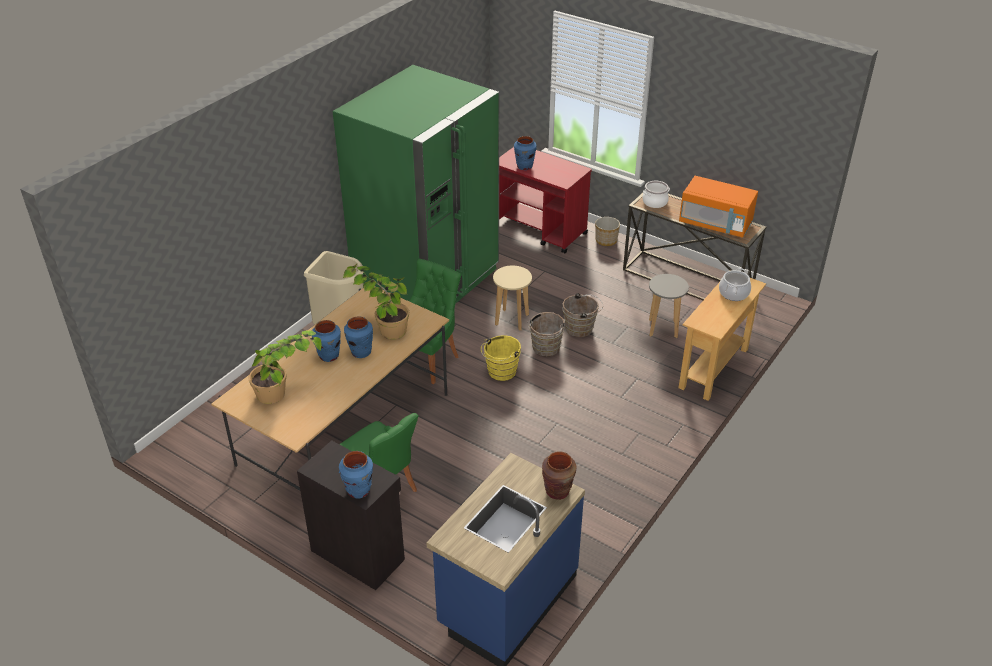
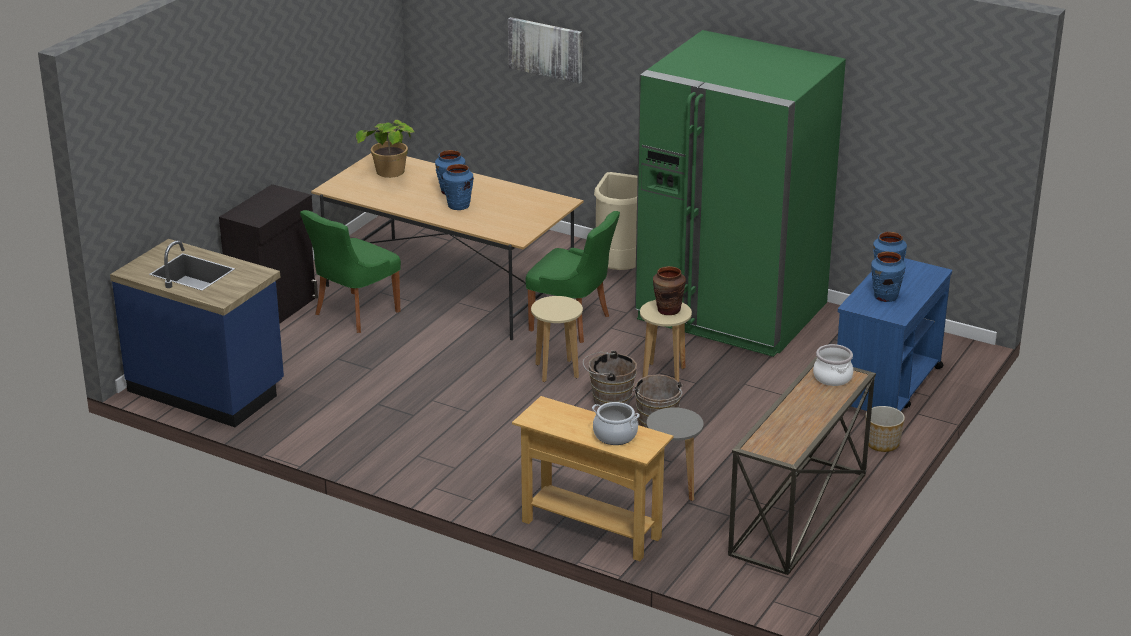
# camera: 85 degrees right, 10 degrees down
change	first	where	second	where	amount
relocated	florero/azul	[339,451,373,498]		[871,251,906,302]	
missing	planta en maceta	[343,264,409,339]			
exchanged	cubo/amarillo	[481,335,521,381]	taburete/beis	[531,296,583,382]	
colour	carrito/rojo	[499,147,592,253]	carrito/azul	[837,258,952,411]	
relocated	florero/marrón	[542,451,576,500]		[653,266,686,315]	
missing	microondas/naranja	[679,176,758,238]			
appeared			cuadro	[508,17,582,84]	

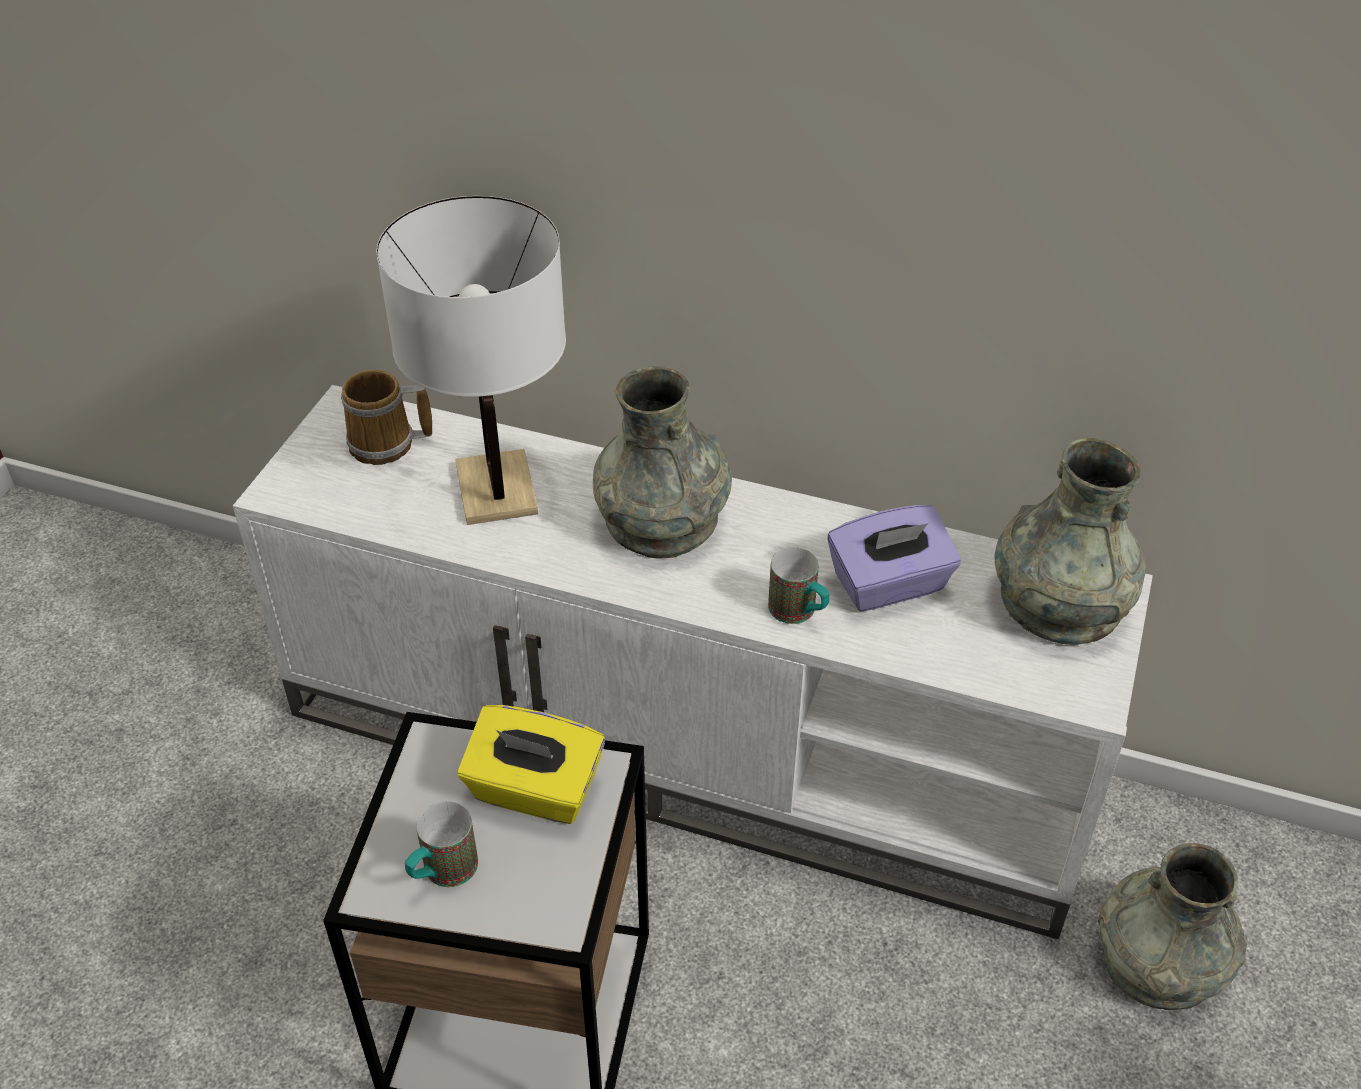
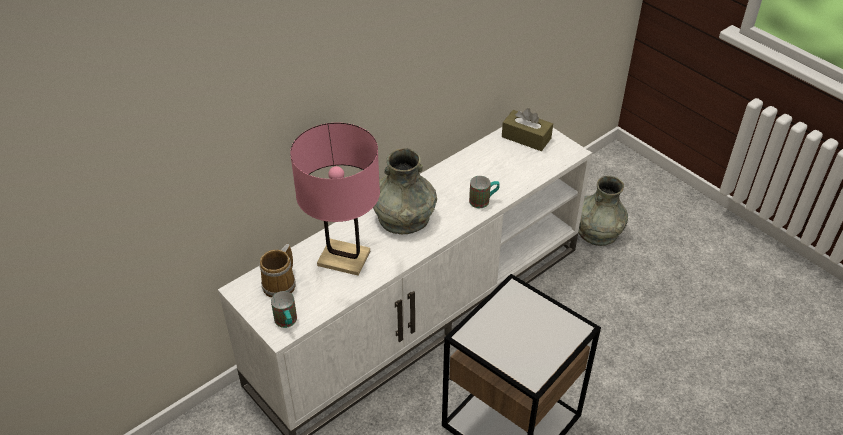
# camera: 60 degrees left, 0 degrees up
change	first	where	second	where	amount
colour	lámpara de mesa/blanco	[376,196,566,525]	lámpara de mesa/rosa	[290,123,380,276]	
relocated	taza grande	[405,801,478,887]		[271,291,297,328]	
missing	caja de pañuelos/amarillo	[458,705,605,824]			
missing	caja de pañuelos/morado	[828,505,961,612]			
exchanged	florero/gris	[994,438,1146,645]	caja de pañuelos/marrón	[502,108,553,151]	

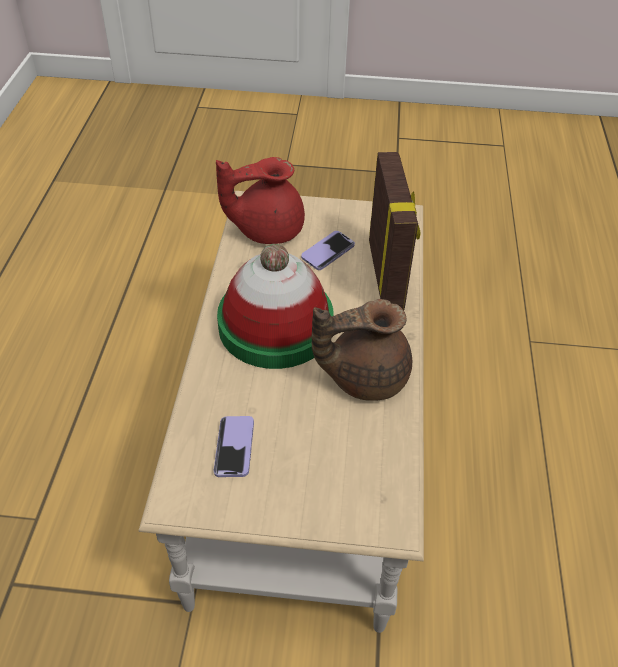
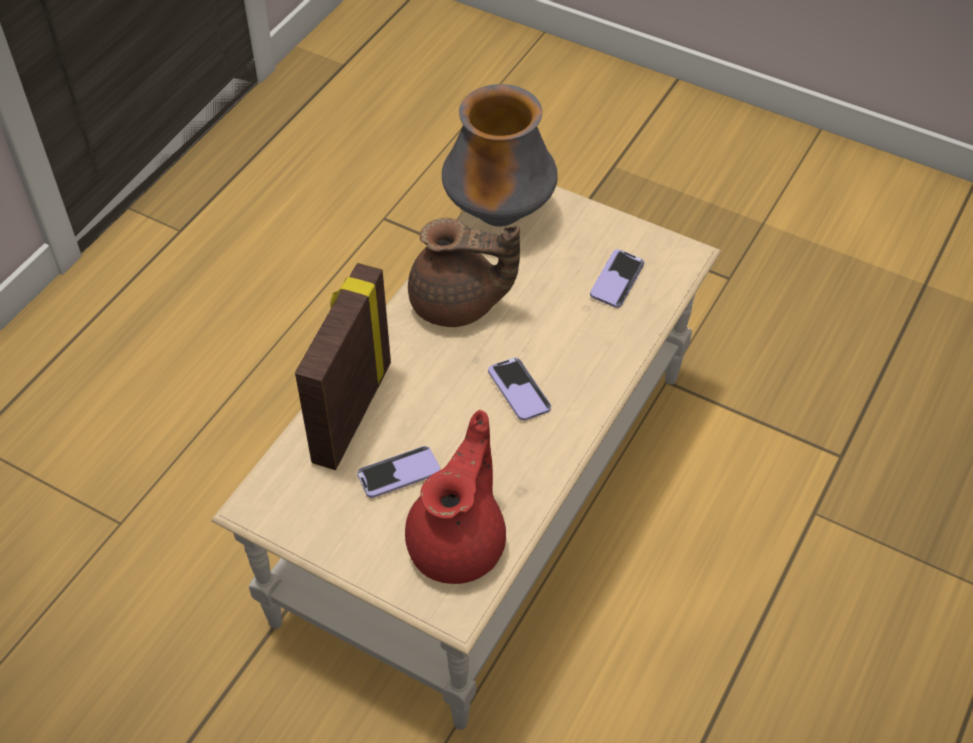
# camera: 155 degrees left, 5 degrees up
change	first	where	second	where	amount
spun	tetera/rojo	[216,157,305,244]		[405,410,506,584]	75 degrees counterclockwise
exchanged	sombrero	[217,244,334,369]	móvil	[488,358,551,421]	
appeared			florero	[442,84,558,227]	

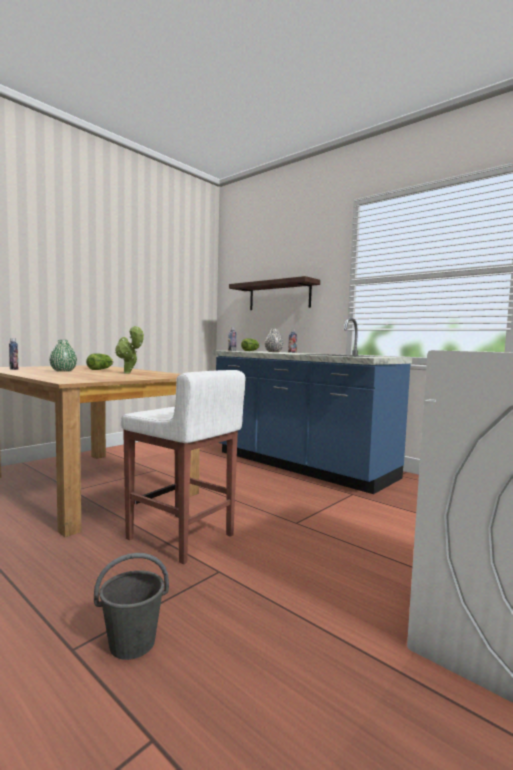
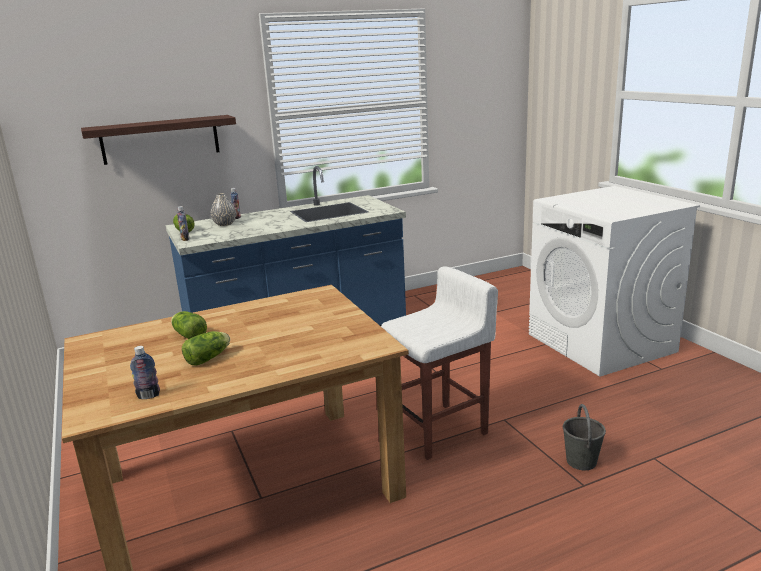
# camera: 65 degrees left, 15 degrees up
change	first	where	second	where	amount
exchanged	florero/verde	[49,340,77,372]	lechuga	[182,331,230,366]	
missing	planta en maceta	[115,326,144,374]			

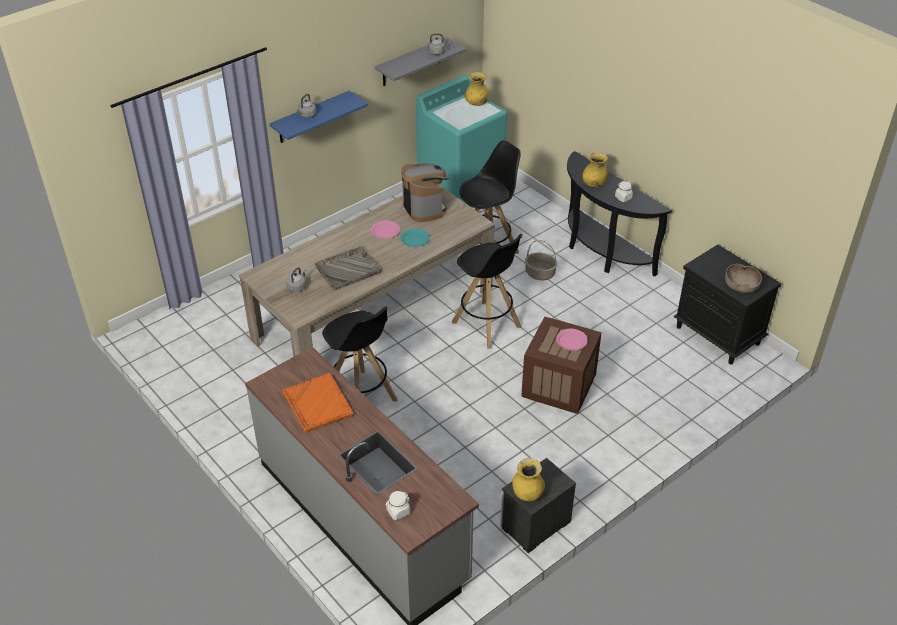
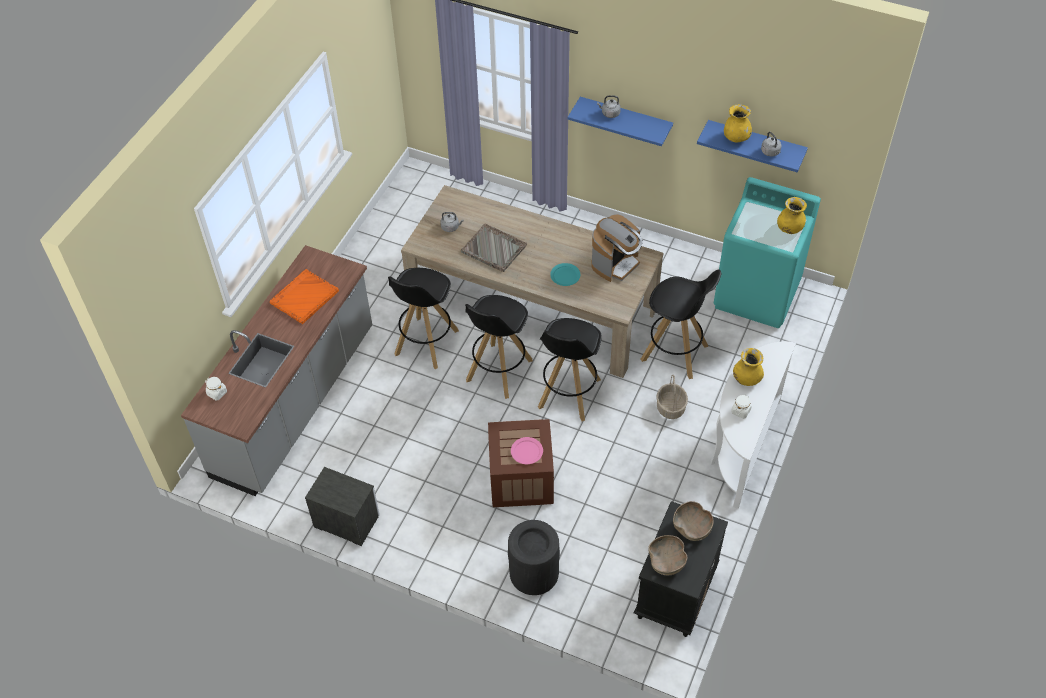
# camera: 65 degrees right, 10 degrees up
change	first	where	second	where	amount
missing	plato/rosa	[371,220,400,239]			
colour	estante/gris	[375,37,466,86]	estante/azul	[697,120,808,172]	
relocated	florero/amarillo	[512,458,545,501]		[724,104,752,142]	
colour	mesa consola/negro	[567,151,672,277]	mesa consola/blanco	[711,342,796,509]	
appeared			taburete/negro	[465,295,533,399]	
appeared			papelera/negro	[508,520,560,595]	
appeared			cuenco/marrón	[673,501,714,541]	

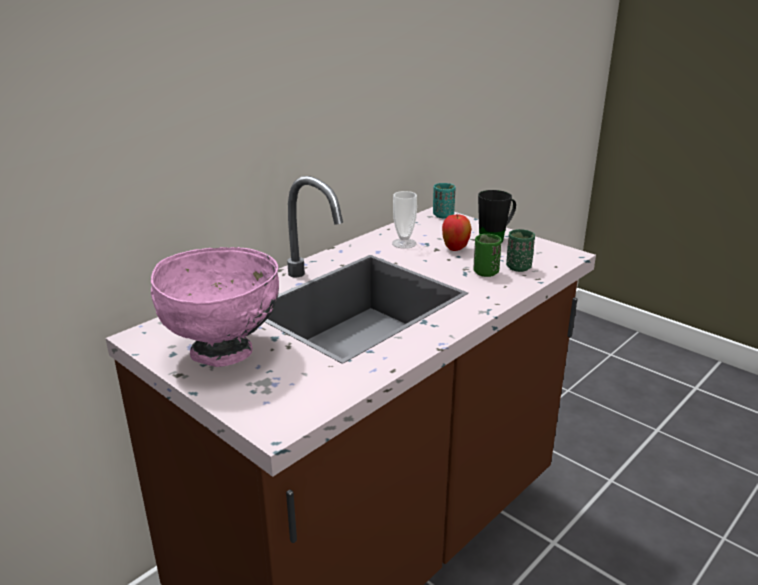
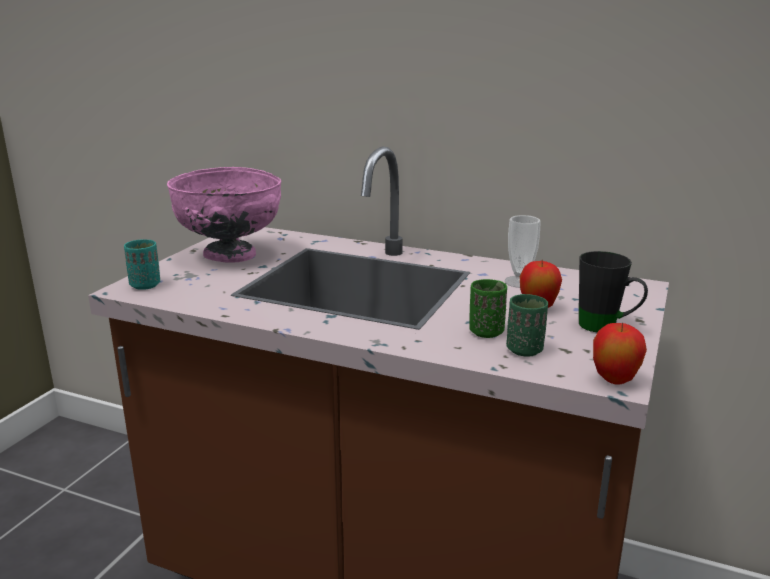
# camera: 70 degrees right, 5 degrees down
change	first	where	second	where	amount
relocated	taza/turquesa	[433,183,456,218]		[124,239,160,290]	
appeared			manzana	[593,323,647,385]	

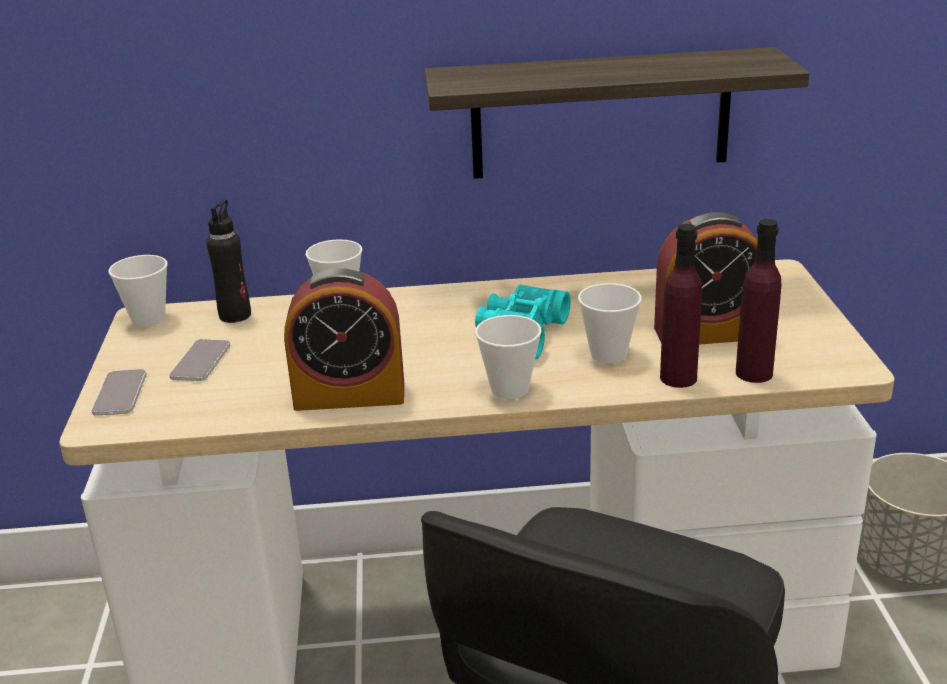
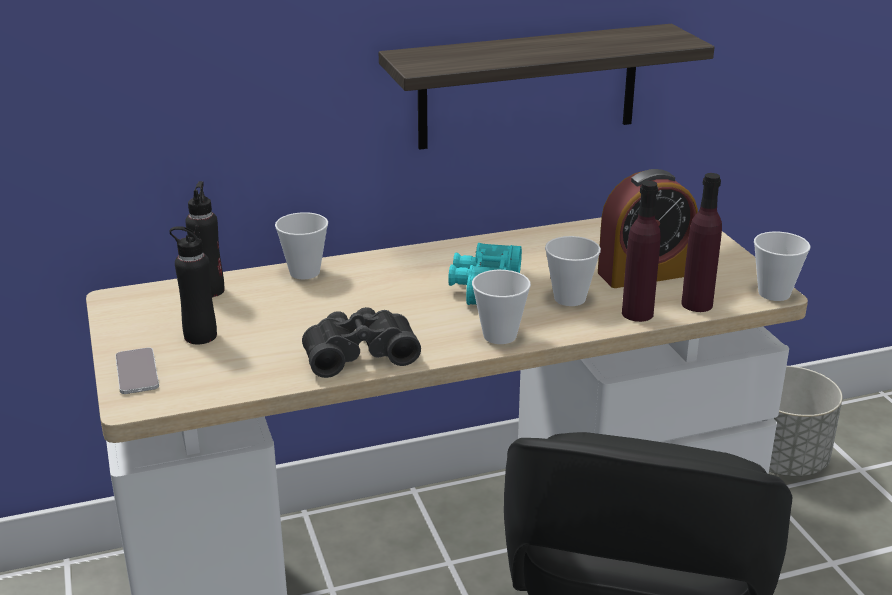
# camera: 15 degrees left, 0 degrees up
change	first	where	second	where	amount
relocated	taza	[108,255,167,327]		[754,231,810,301]	
exchanged	móvil	[169,339,230,381]	botella/negro	[170,225,217,344]	
exchanged	despertador	[284,268,404,411]	prismáticos/negro	[302,307,421,378]	

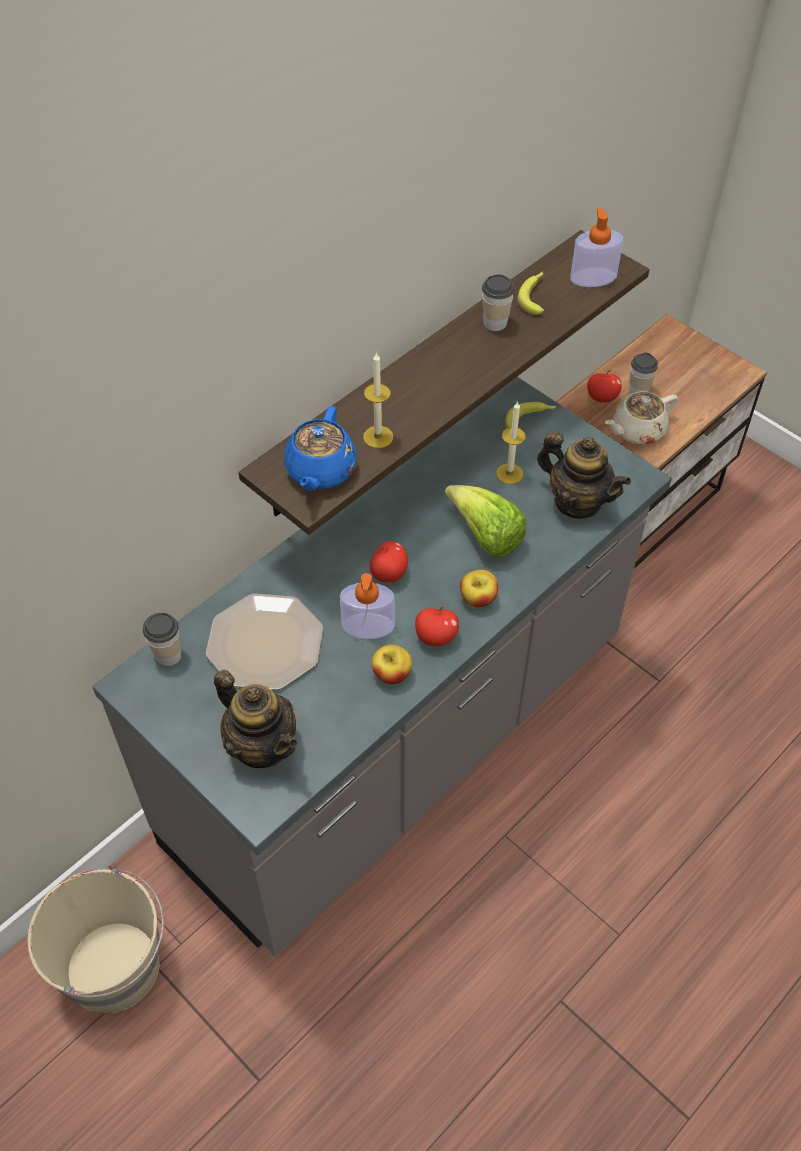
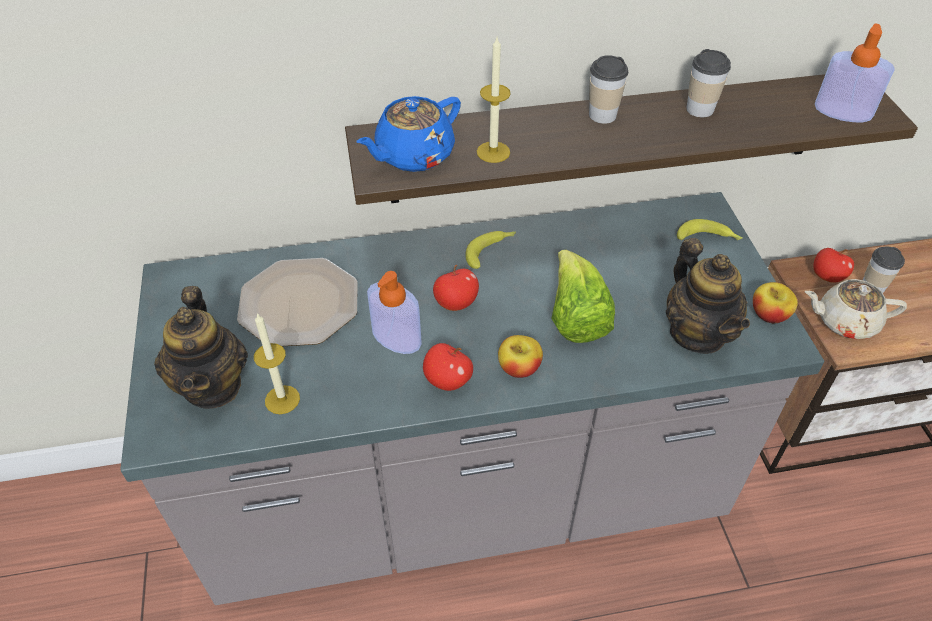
# camera: 35 degrees right, 5 degrees down
change	first	where	second	where	amount
missing	cubo/beis	[28,869,164,1014]			
relocated	taza	[143,613,181,666]		[589,55,628,124]	
relocated	manzana	[372,644,412,684]		[753,282,798,323]	
relocated	vela	[496,401,526,484]		[254,313,300,414]	
relocated	plátano	[517,271,544,315]		[466,231,516,269]	

